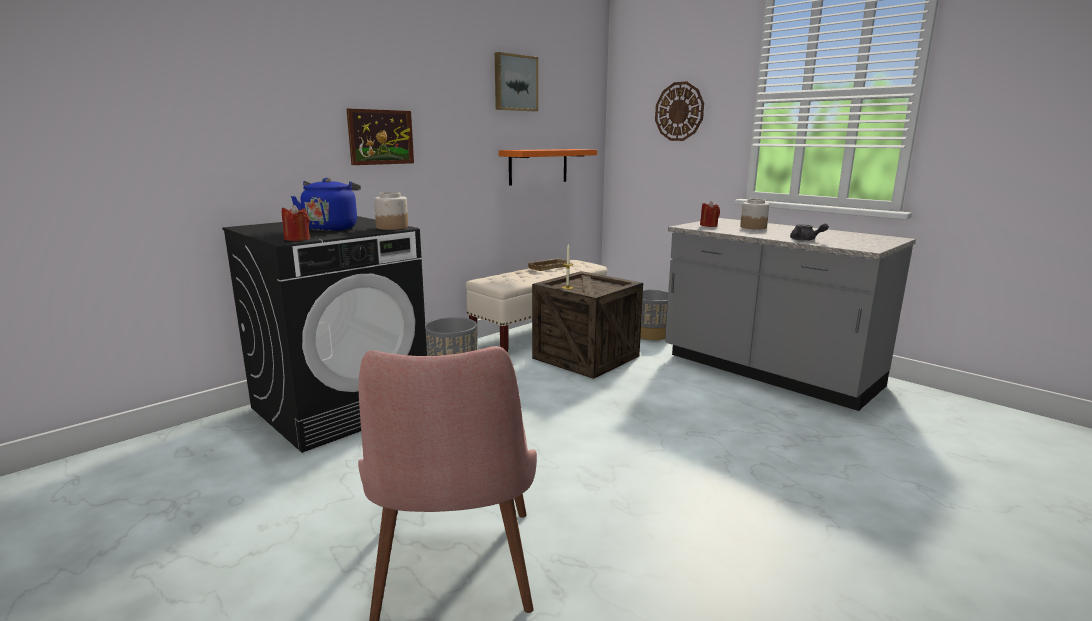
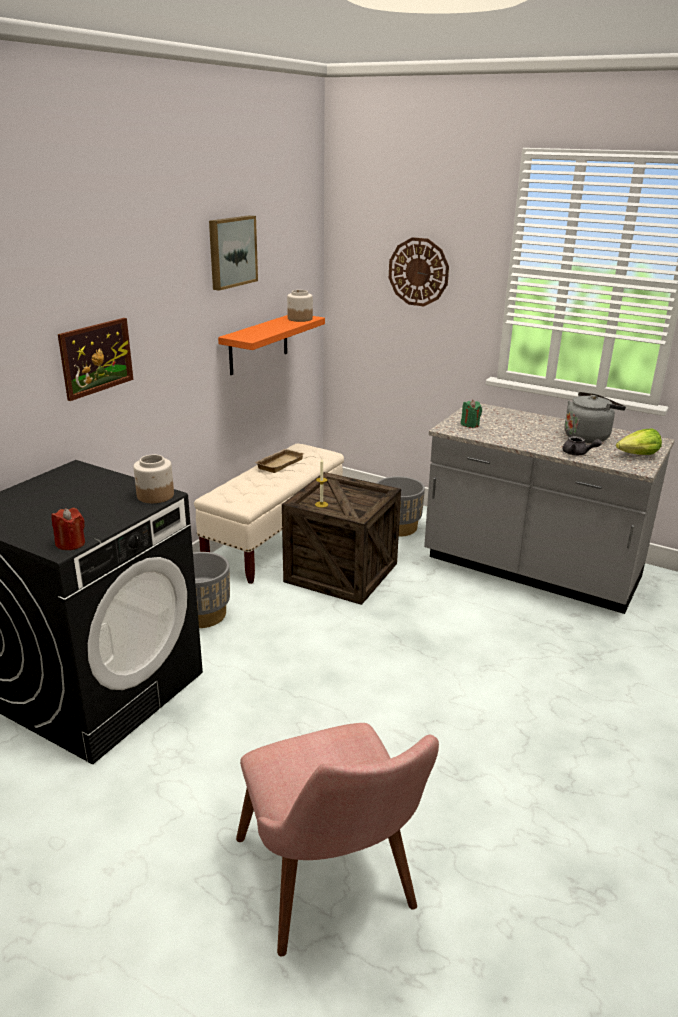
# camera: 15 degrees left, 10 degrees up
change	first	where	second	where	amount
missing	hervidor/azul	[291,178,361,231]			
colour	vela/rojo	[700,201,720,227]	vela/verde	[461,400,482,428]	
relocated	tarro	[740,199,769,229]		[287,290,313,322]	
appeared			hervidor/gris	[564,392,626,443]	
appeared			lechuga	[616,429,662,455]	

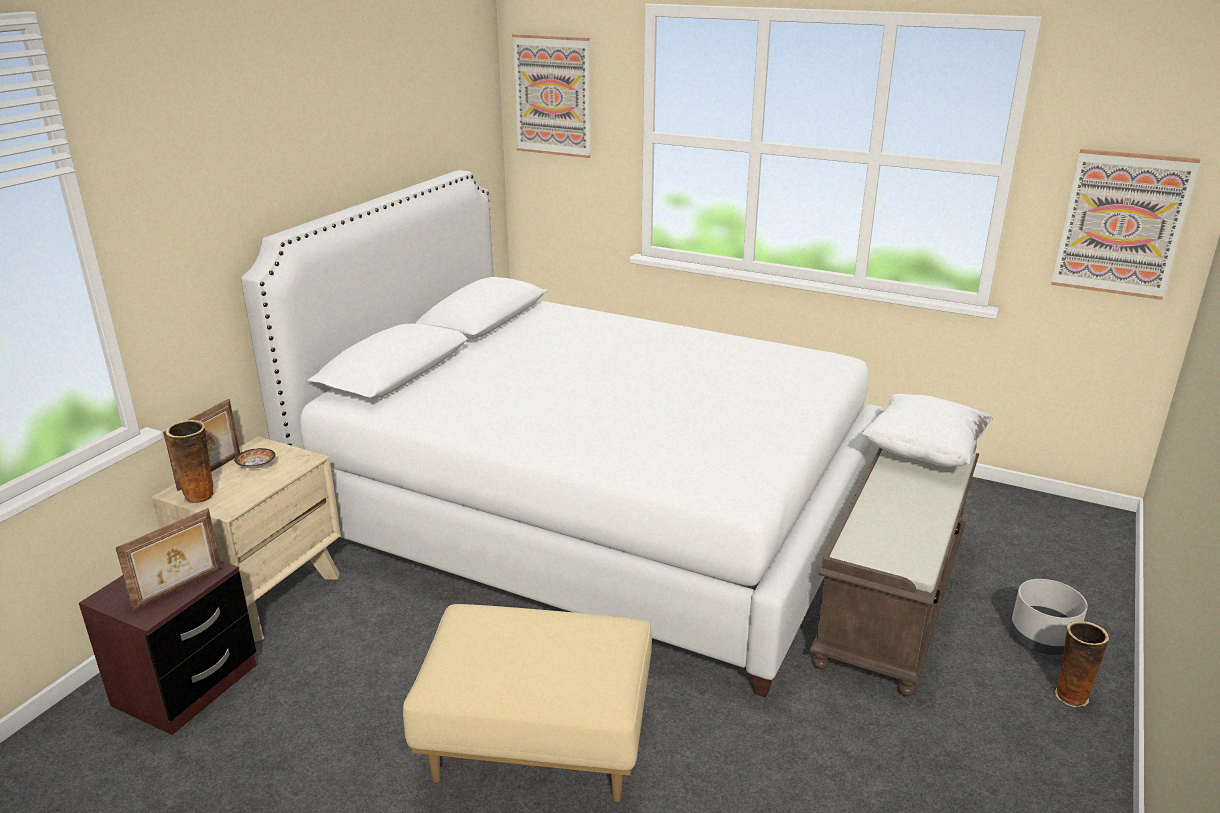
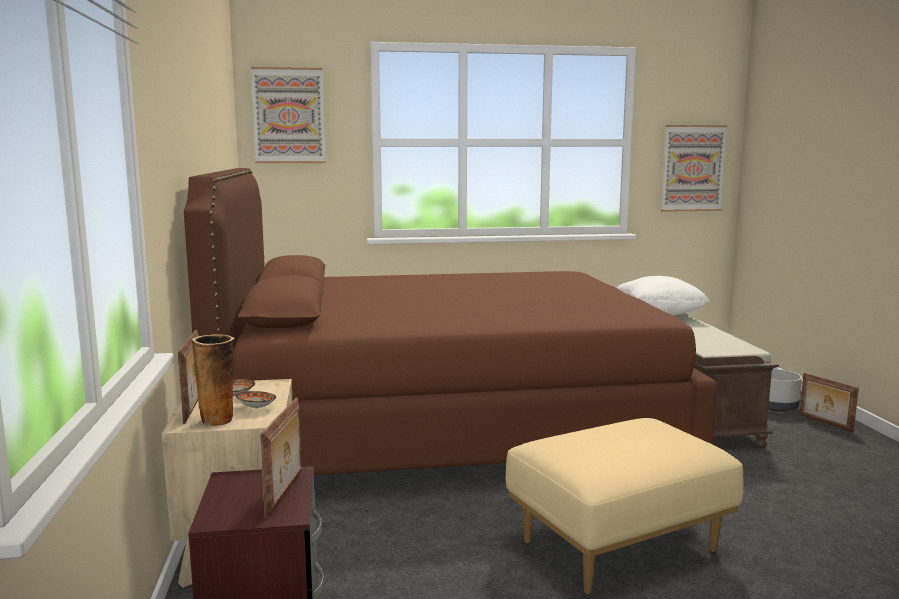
# camera: 35 degrees left, 15 degrees down
change	first	where	second	where	amount
colour	cama/blanco	[241,170,884,698]	cama/marrón	[184,168,717,475]	
exchanged	florero	[1055,621,1109,707]	portarretratos	[799,373,859,432]	
appeared			cuenco	[236,391,276,409]	

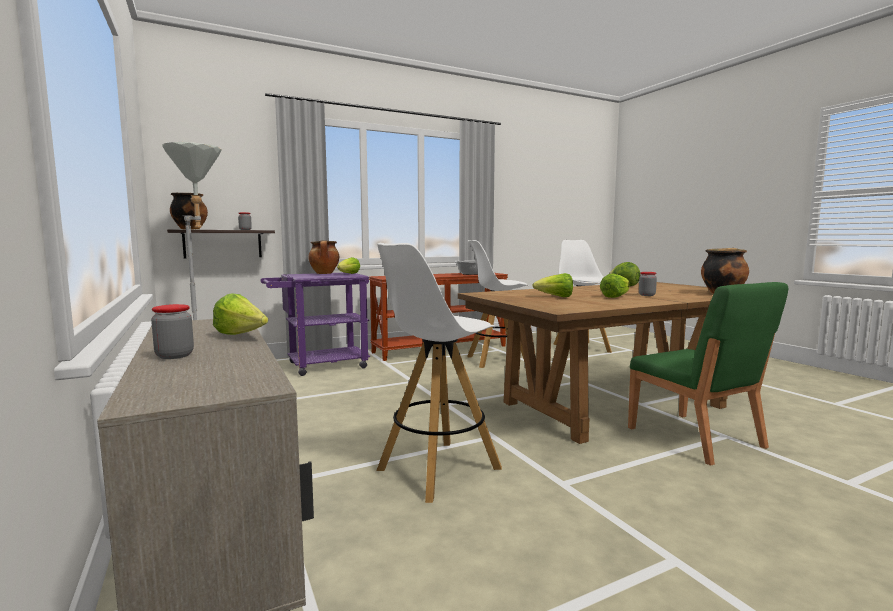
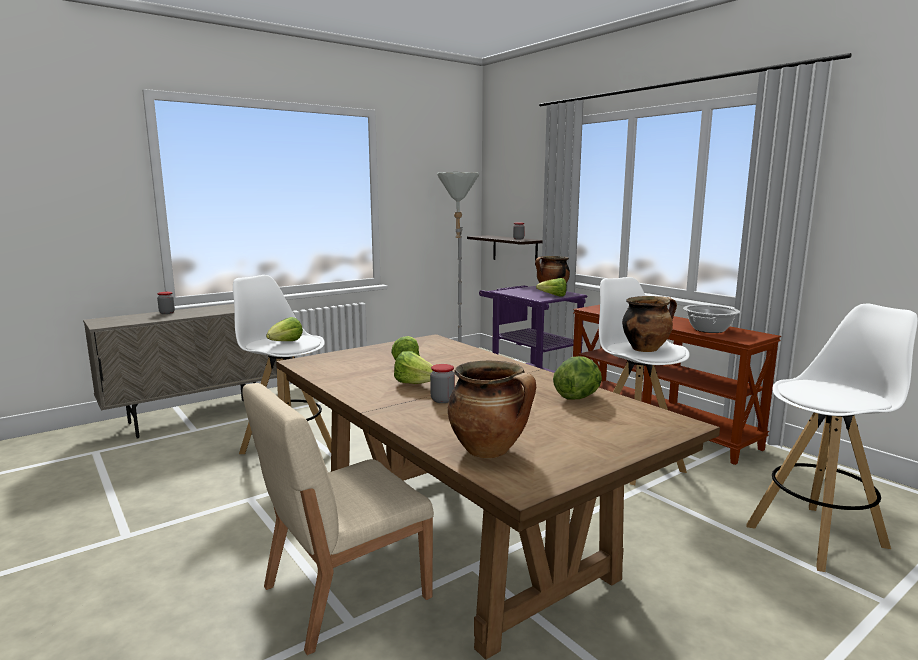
# camera: 80 degrees right, 5 degrees up
change	first	where	second	where	amount
relocated	olla	[170,193,208,229]		[622,296,677,352]	
relocated	lechuga	[213,293,268,335]		[266,317,303,341]	
colour	silla/verde	[628,282,788,466]	silla/beis	[242,383,434,655]	

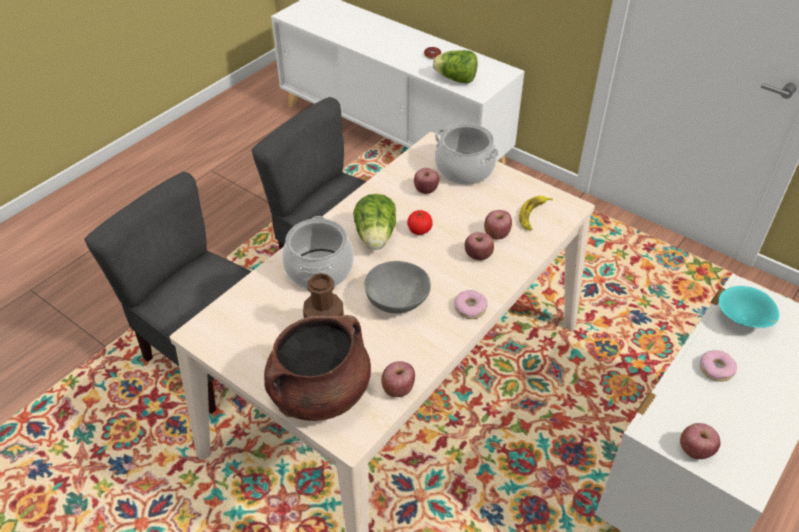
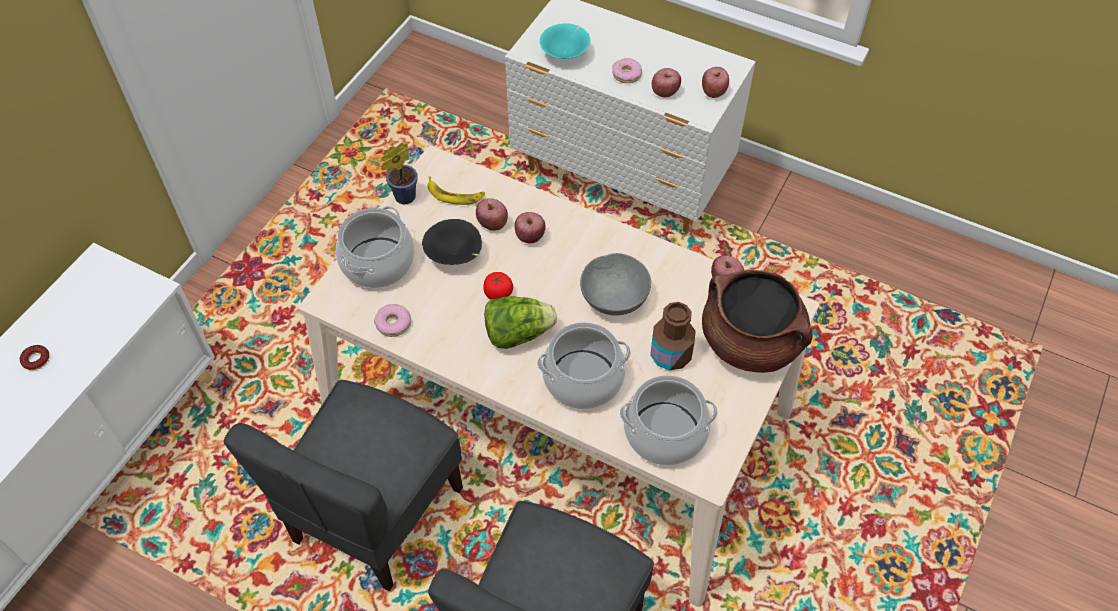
# camera: 100 degrees left, 10 degrees up
change	first	where	second	where	amount
relocated	manzana	[414,168,439,194]		[652,68,681,98]	
missing	lechuga	[433,50,478,84]			
relocated	rosquilla	[454,290,488,319]		[374,304,411,337]	
appeared			planta en maceta	[381,143,418,204]	
appeared			cuenco/negro	[422,219,482,265]	
appeared			olla	[620,375,718,466]	

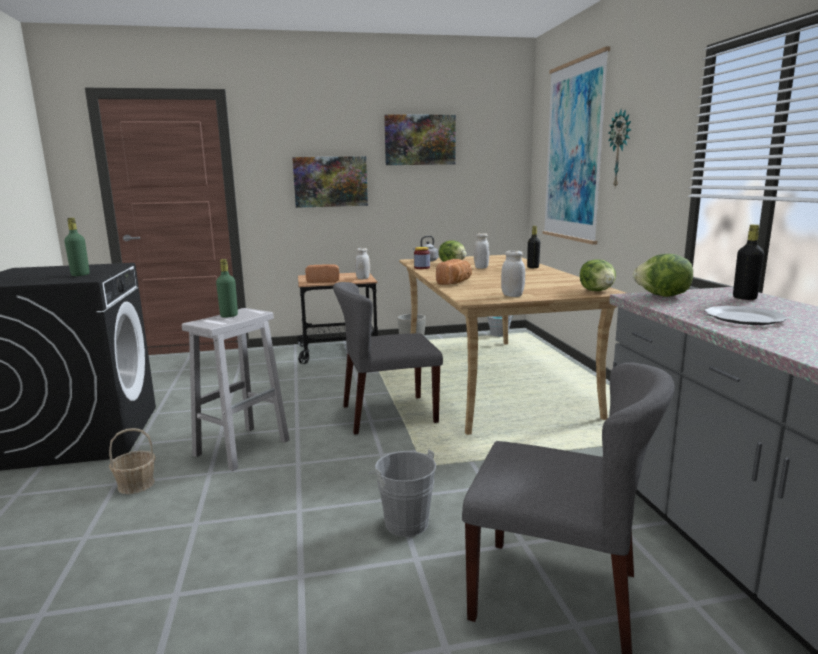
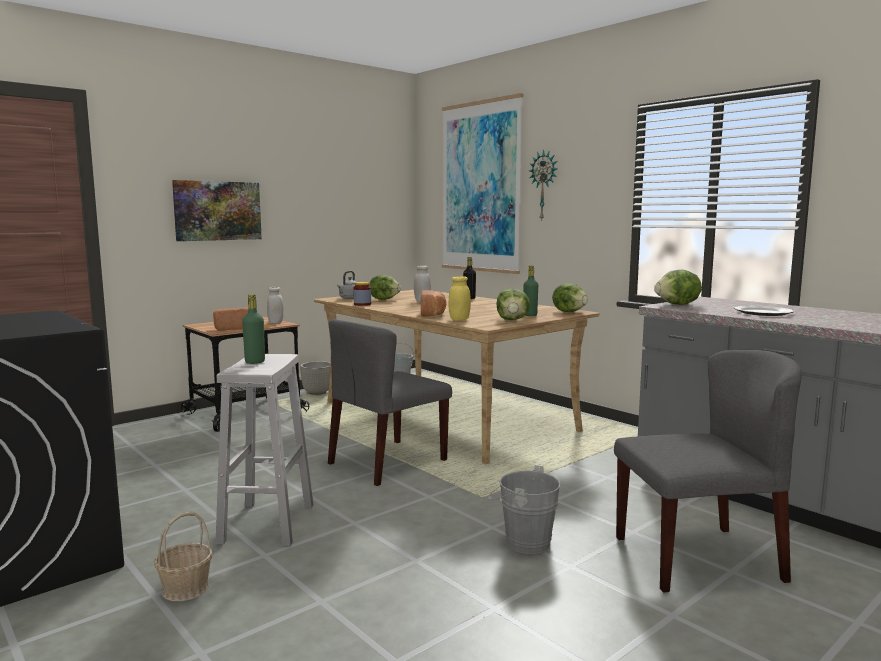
# camera: 30 degrees left, 5 degrees down
change	first	where	second	where	amount
relocated	botella/verde	[64,218,90,276]		[524,265,538,316]	
missing	cuadro	[384,114,456,165]			
exchanged	tarro/blanco	[501,251,525,297]	lechuga	[497,289,530,320]	
missing	botella/negro	[733,224,764,300]			
appeared			tarro/amarillo	[449,276,471,321]	

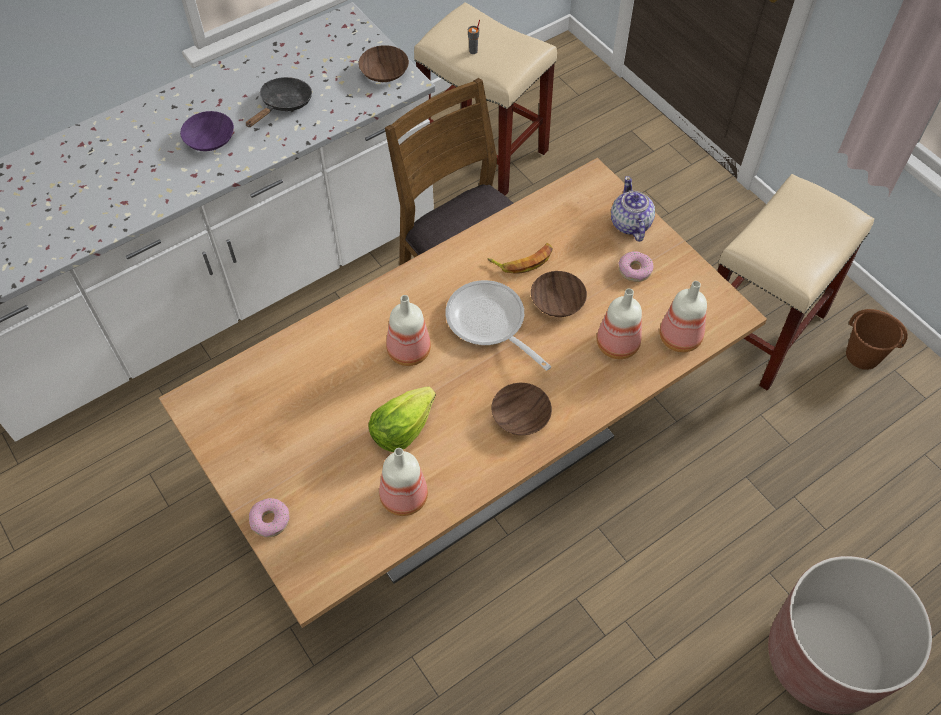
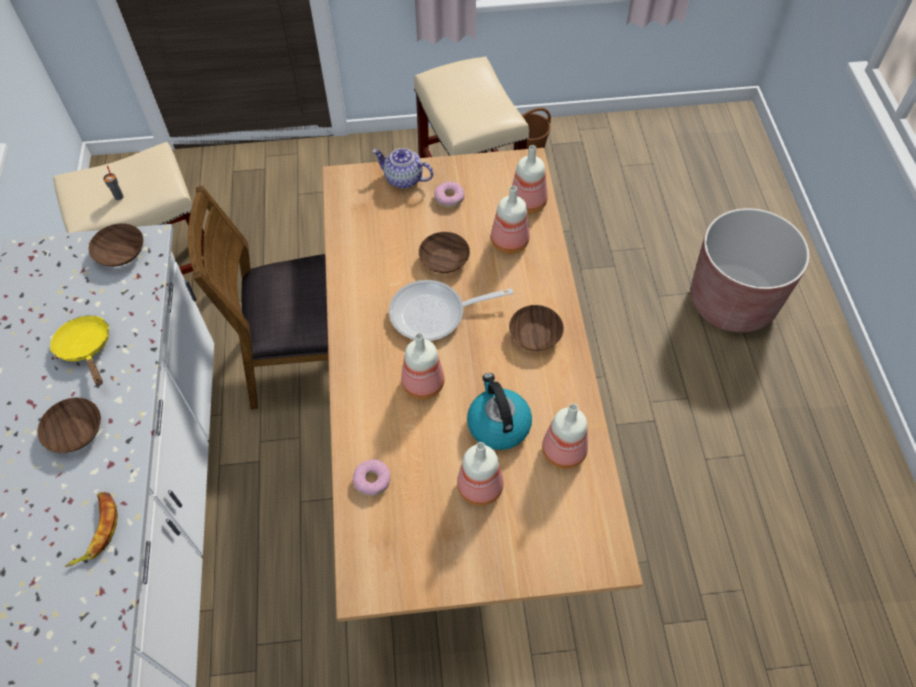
# camera: 60 degrees left, 0 degrees up
change	first	where	second	where	amount
colour	cuenco/morado	[180,111,234,151]	cuenco/marrón	[37,397,101,453]	
colour	sartén/negro	[246,77,312,127]	sartén/amarillo	[50,315,109,386]	
relocated	rosquilla	[249,498,289,537]		[353,459,390,497]	
exchanged	lechuga	[368,386,436,452]	hervidor	[467,373,532,450]	
relocated	plátano	[488,243,553,274]		[65,492,118,567]	
appeared			botella	[457,442,504,506]	

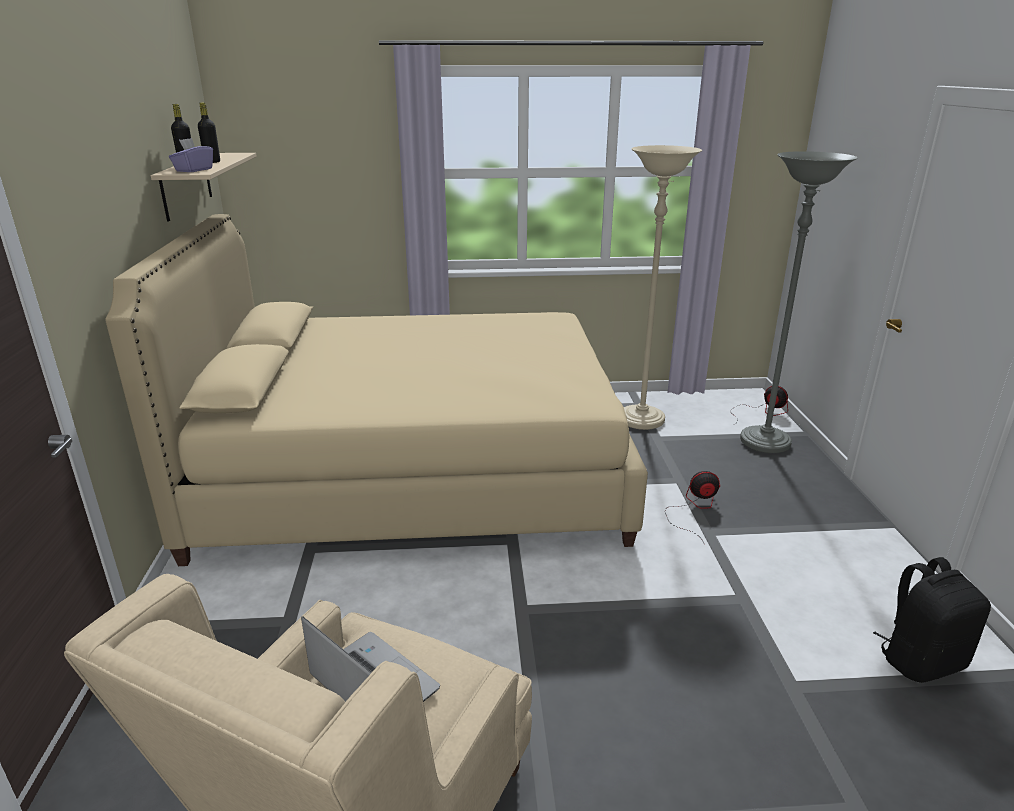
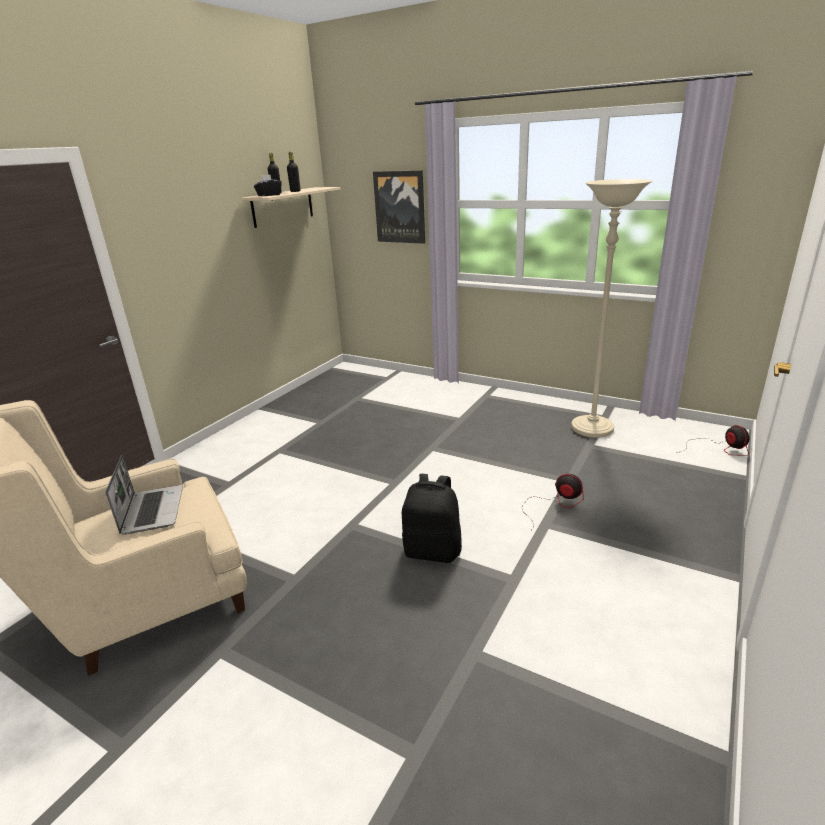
# camera: 35 degrees right, 0 degrees up
change	first	where	second	where	amount
missing	cama/beis	[105,214,648,566]			
colour	caja de pañuelos/morado	[169,138,213,172]	caja de pañuelos/negro	[254,175,282,196]	
missing	lámpara de pie/gris	[740,151,858,453]			
relocated	mochila/negro	[873,557,991,683]		[402,474,462,563]	
appeared			cuadro	[373,170,425,244]	

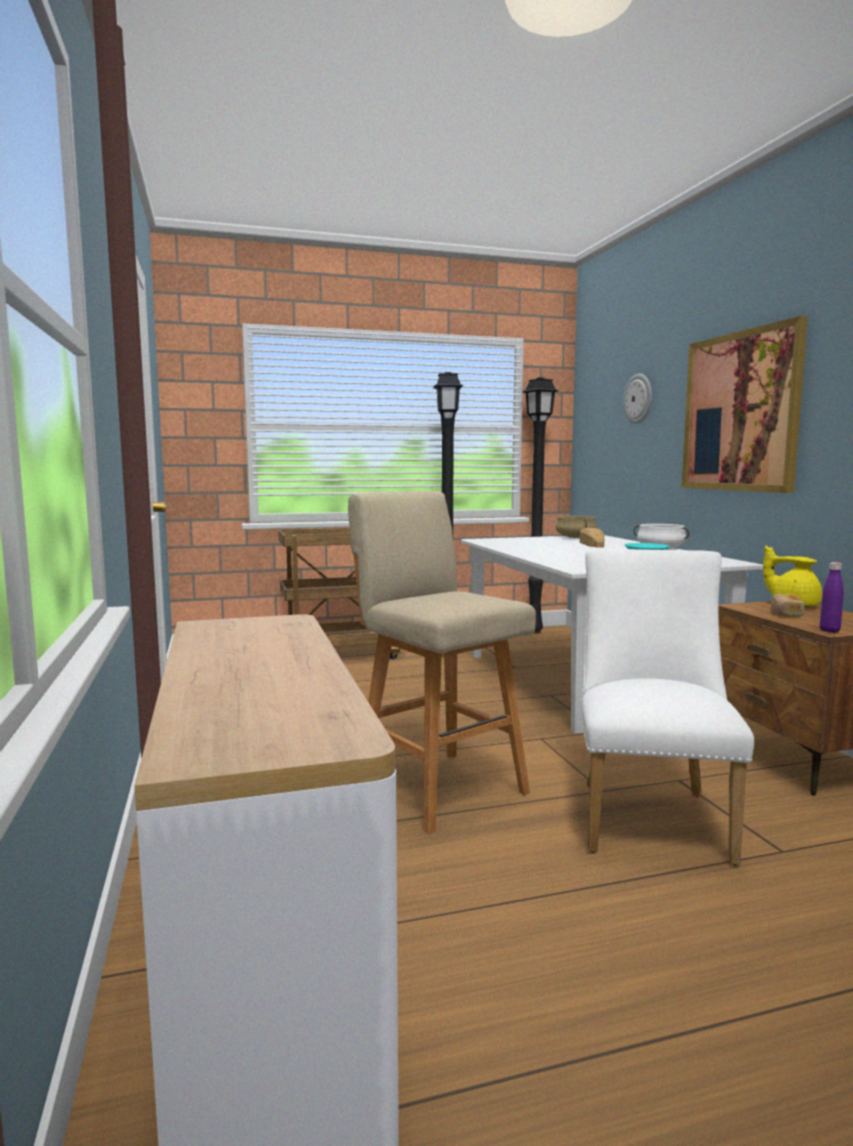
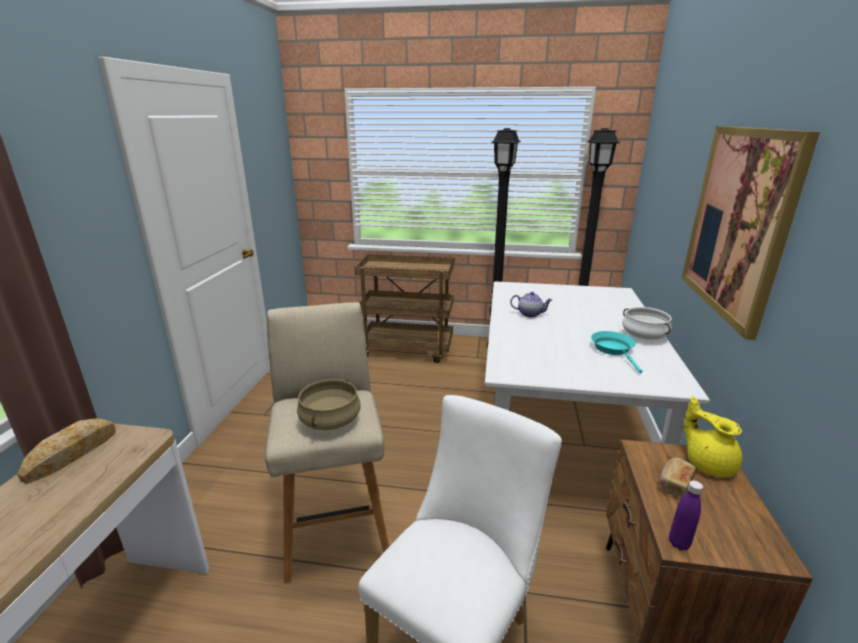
# camera: 25 degrees right, 15 degrees up
change	first	where	second	where	amount
relocated	olla/beis	[556,516,597,538]		[297,379,361,430]	
relocated	pan	[580,528,605,547]		[17,418,116,484]	
missing	reloj de pared	[623,374,652,424]			
appeared			tetera	[510,292,553,317]	

